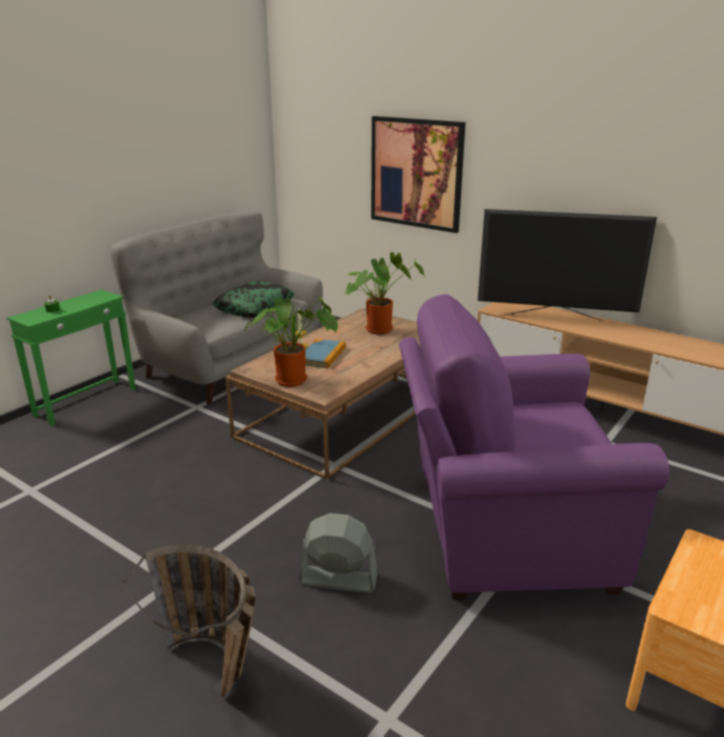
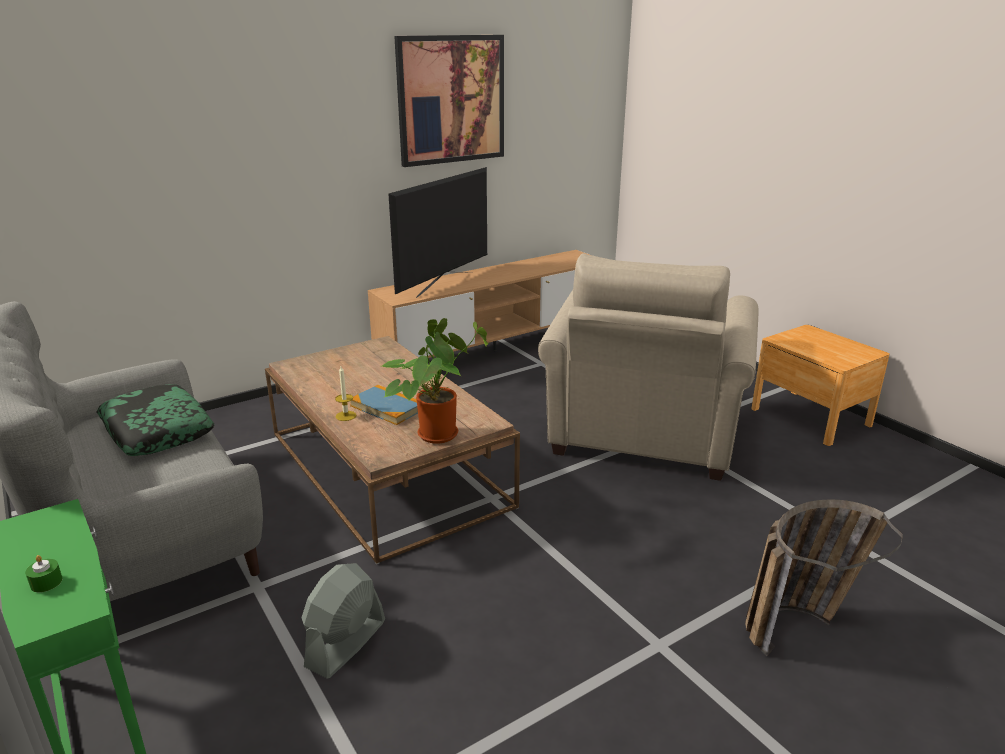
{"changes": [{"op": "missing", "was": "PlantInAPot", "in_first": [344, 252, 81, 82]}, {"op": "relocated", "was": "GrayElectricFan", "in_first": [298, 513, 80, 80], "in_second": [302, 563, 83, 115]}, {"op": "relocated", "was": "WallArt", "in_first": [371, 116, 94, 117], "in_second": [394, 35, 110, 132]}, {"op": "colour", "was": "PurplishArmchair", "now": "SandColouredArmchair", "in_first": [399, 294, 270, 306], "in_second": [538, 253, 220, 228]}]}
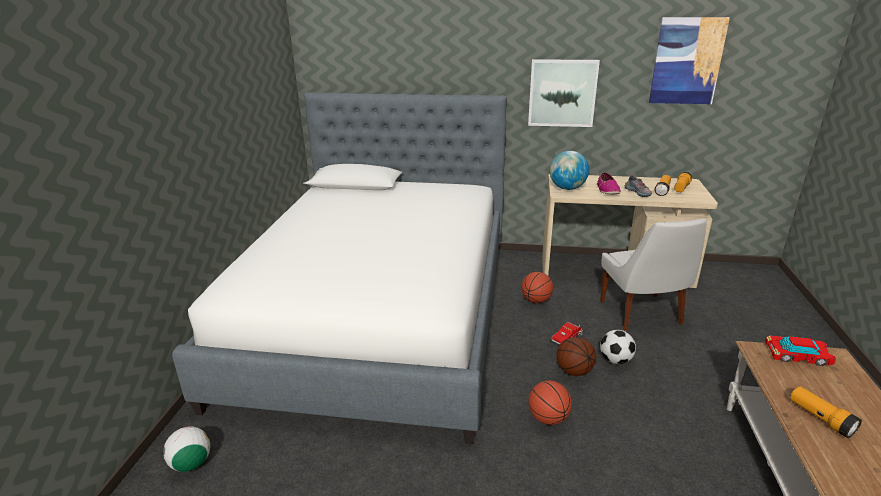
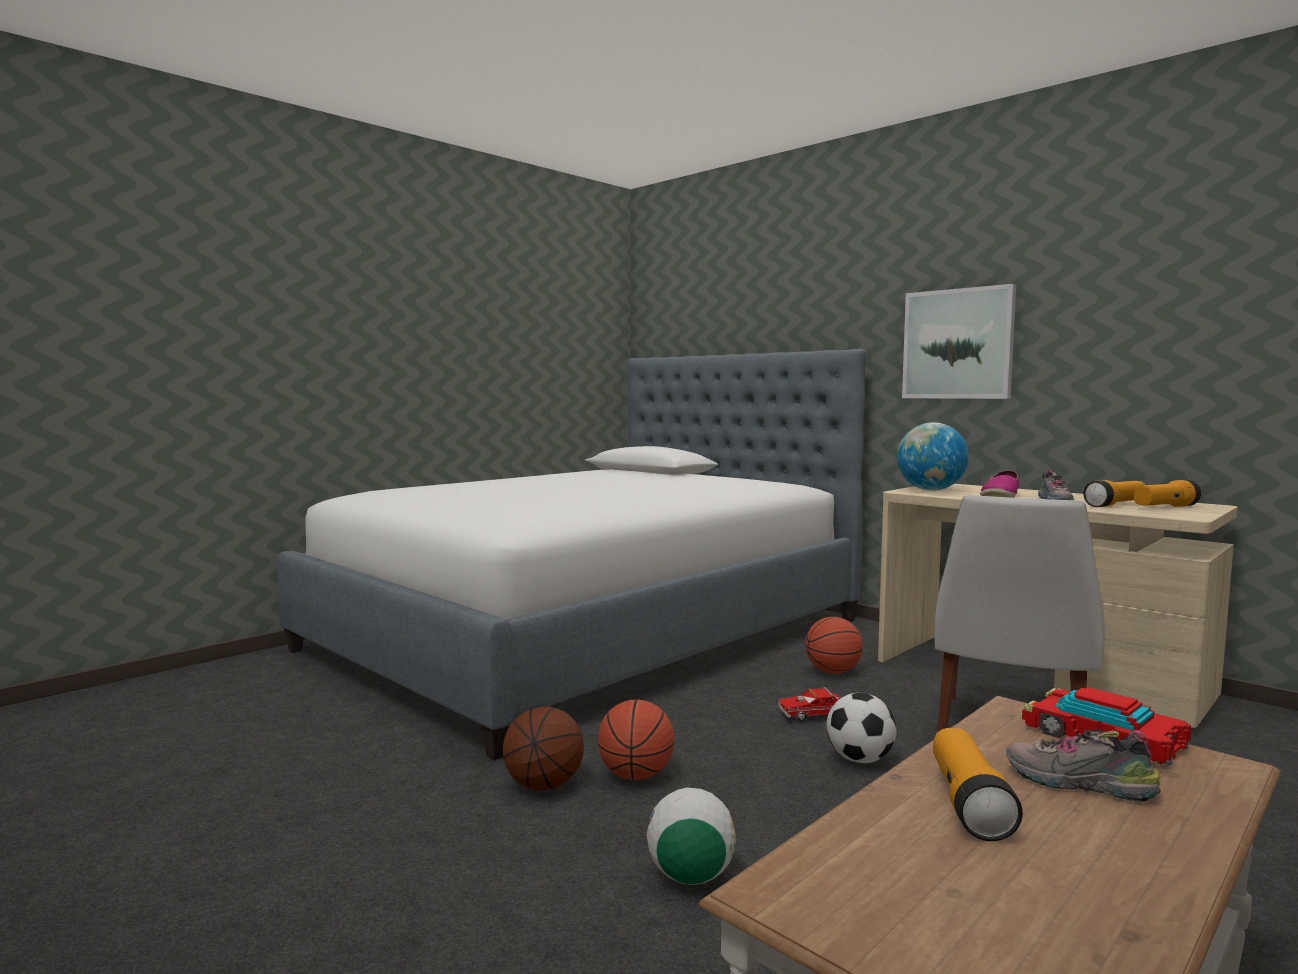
{"changes": [{"op": "missing", "was": "WallArt", "in_first": [649, 17, 81, 87]}, {"op": "appeared", "now": "Shoe", "in_second": [1006, 729, 156, 73]}, {"op": "relocated", "was": "BallForFootball", "in_first": [163, 426, 47, 46], "in_second": [646, 788, 91, 97]}, {"op": "relocated", "was": "Basketball", "in_first": [556, 337, 40, 39], "in_second": [503, 707, 81, 84]}]}
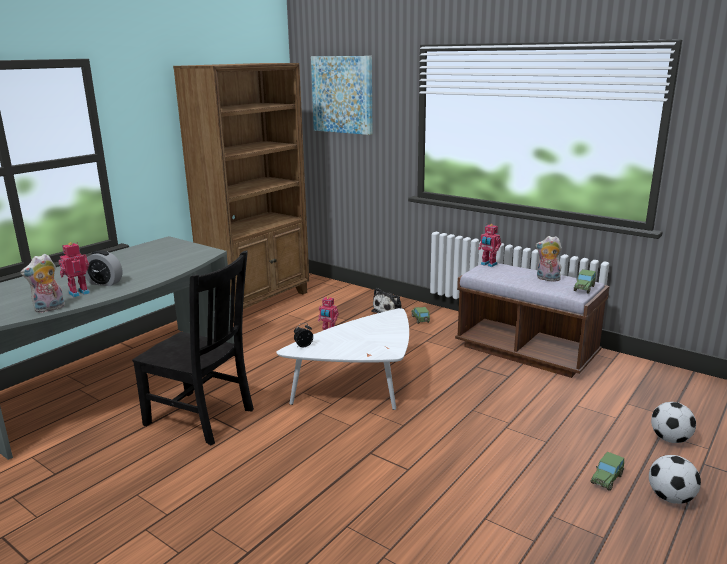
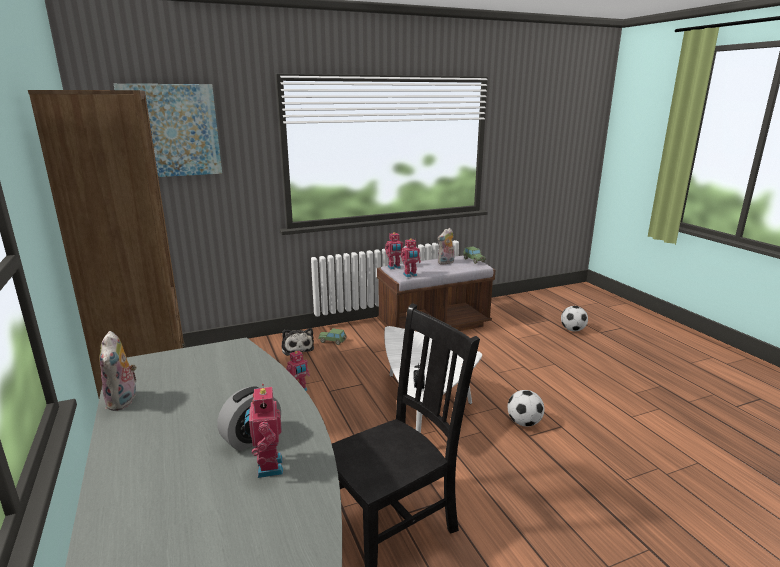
{"changes": [{"op": "missing", "was": "MiniatureCar", "in_first": [590, 451, 34, 40]}, {"op": "appeared", "now": "ToyRobot", "in_second": [401, 238, 20, 39]}, {"op": "relocated", "was": "CuddlyToy", "in_first": [21, 254, 44, 59], "in_second": [100, 331, 37, 80]}, {"op": "relocated", "was": "BallForFootball", "in_first": [649, 455, 52, 49], "in_second": [508, 390, 36, 37]}]}
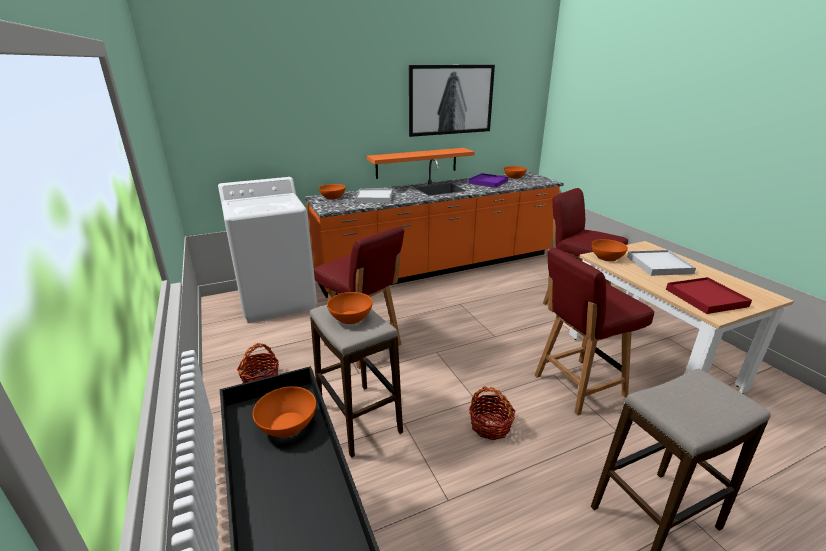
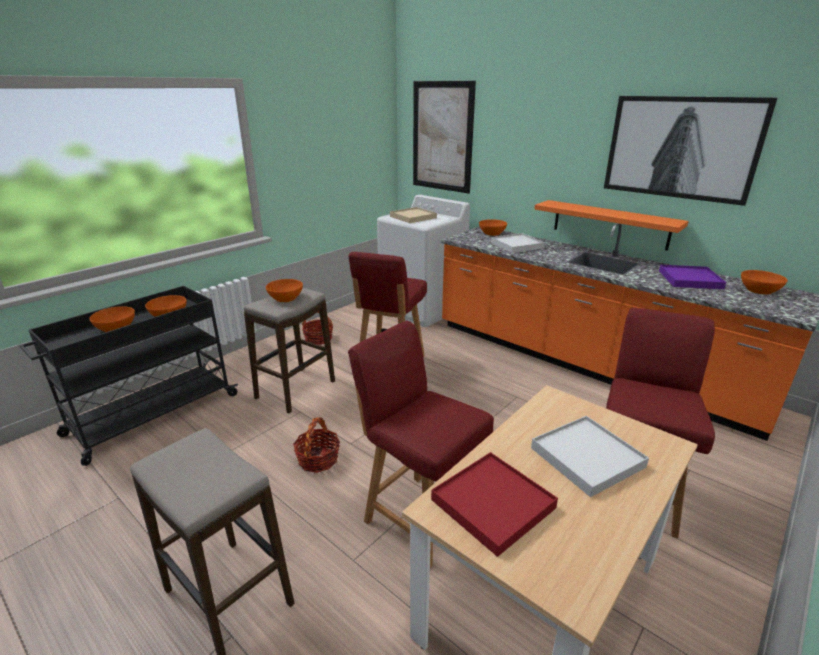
{"changes": [{"op": "appeared", "now": "SandColouredServingTray", "in_second": [390, 207, 47, 16]}, {"op": "appeared", "now": "WallArt", "in_second": [413, 81, 63, 112]}, {"op": "relocated", "was": "OrangeServingBowl", "in_first": [591, 239, 37, 22], "in_second": [89, 306, 46, 26]}]}
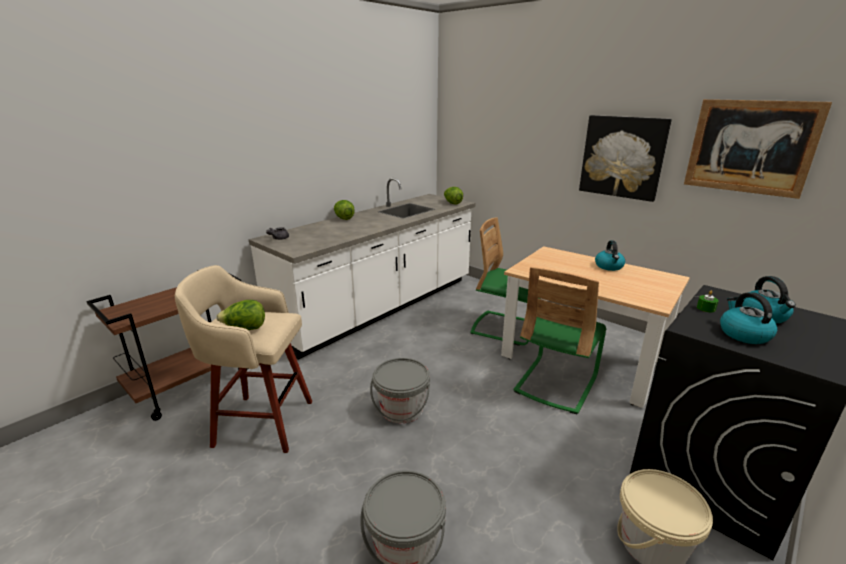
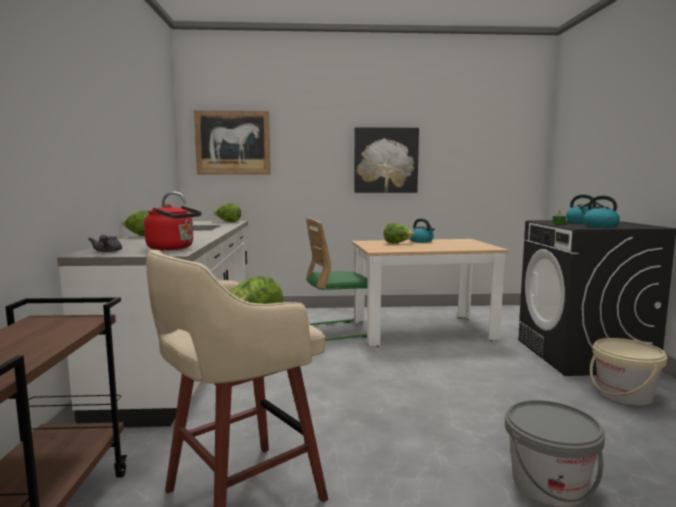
{"changes": [{"op": "missing", "was": "GrayBucket", "in_first": [370, 358, 60, 65]}, {"op": "missing", "was": "GreenColouredPlainChair", "in_first": [513, 267, 93, 147]}, {"op": "appeared", "now": "RedTeaKettle", "in_second": [144, 204, 58, 46]}, {"op": "appeared", "now": "Lettuce", "in_second": [384, 223, 30, 20]}, {"op": "relocated", "was": "WallArt", "in_first": [684, 99, 148, 100], "in_second": [194, 110, 77, 65]}]}
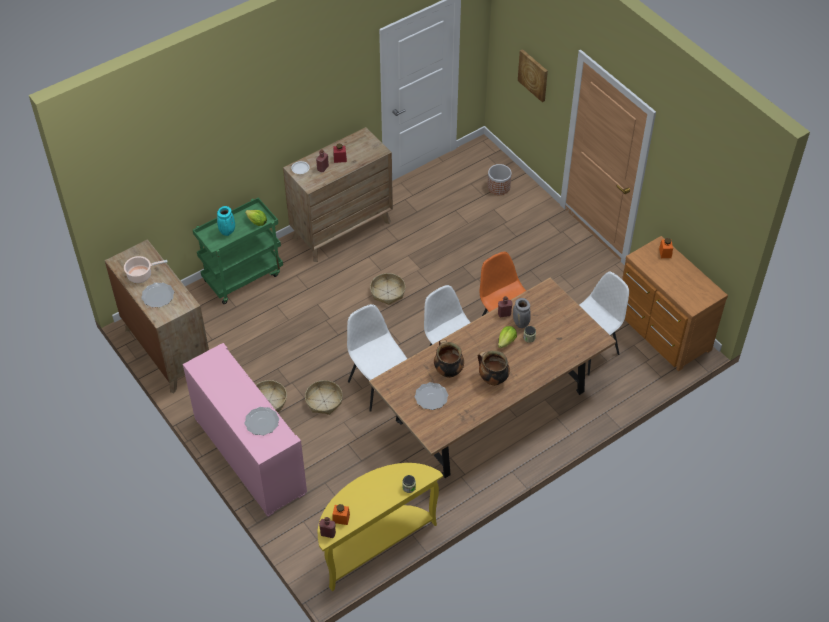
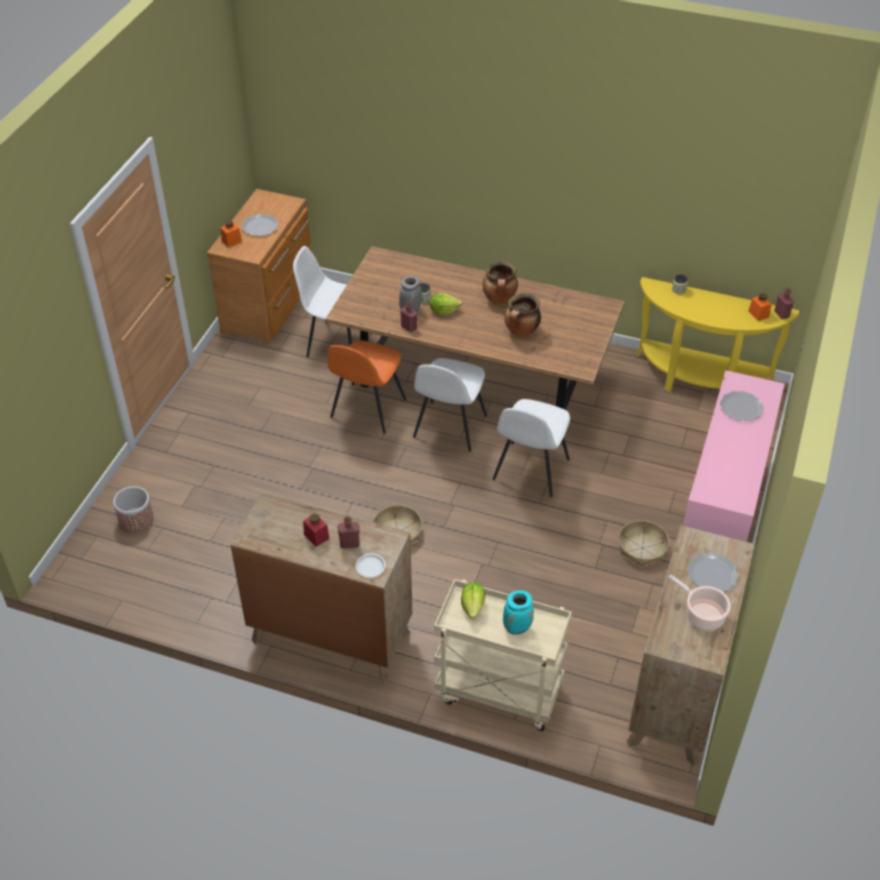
{"changes": [{"op": "missing", "was": "HouseholdBasket", "in_first": [305, 380, 38, 35]}, {"op": "missing", "was": "WallArt", "in_first": [518, 49, 30, 53]}, {"op": "relocated", "was": "Plate", "in_first": [415, 382, 33, 28], "in_second": [241, 214, 38, 22]}, {"op": "colour", "was": "GreenColouredWheeledCart", "now": "SandColouredWheeledCart", "in_first": [193, 198, 90, 106], "in_second": [434, 579, 138, 152]}]}
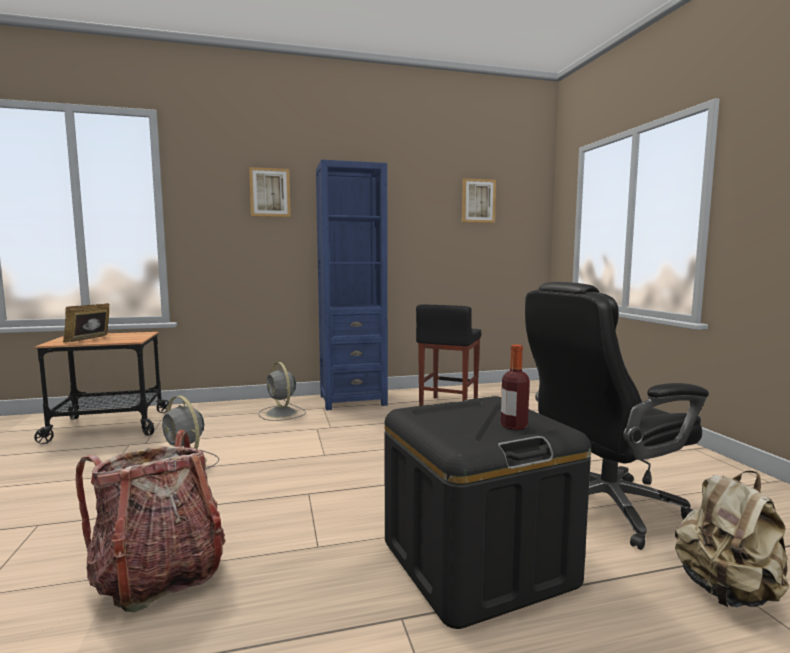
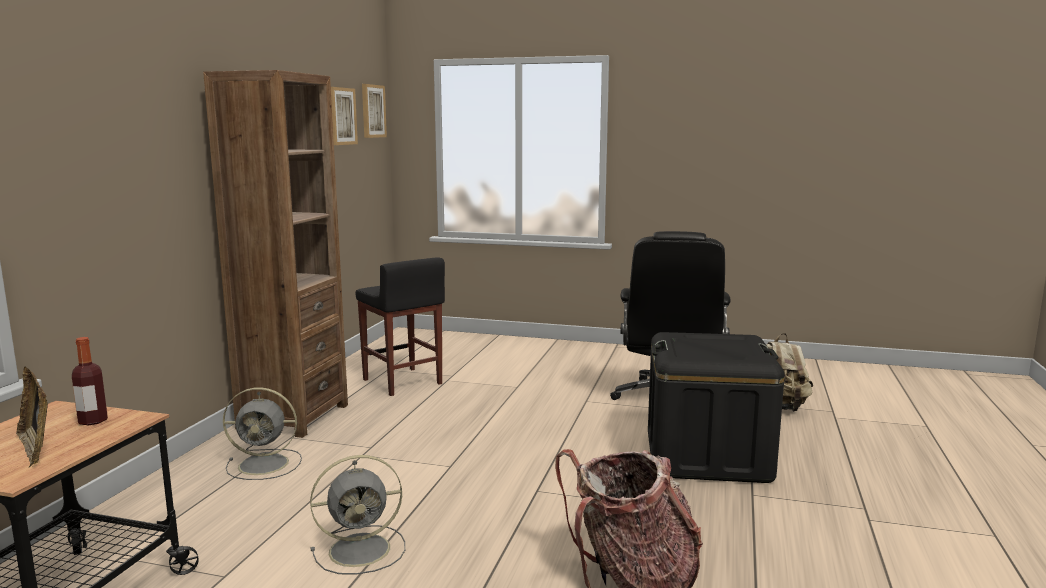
{"changes": [{"op": "relocated", "was": "WallArt", "in_first": [249, 167, 42, 50], "in_second": [362, 84, 25, 54]}, {"op": "relocated", "was": "DrinkBottle", "in_first": [501, 345, 29, 85], "in_second": [72, 337, 36, 88]}, {"op": "colour", "was": "BluishBookcase", "now": "BrownColouredBookcase", "in_first": [316, 160, 72, 250], "in_second": [203, 70, 145, 368]}]}
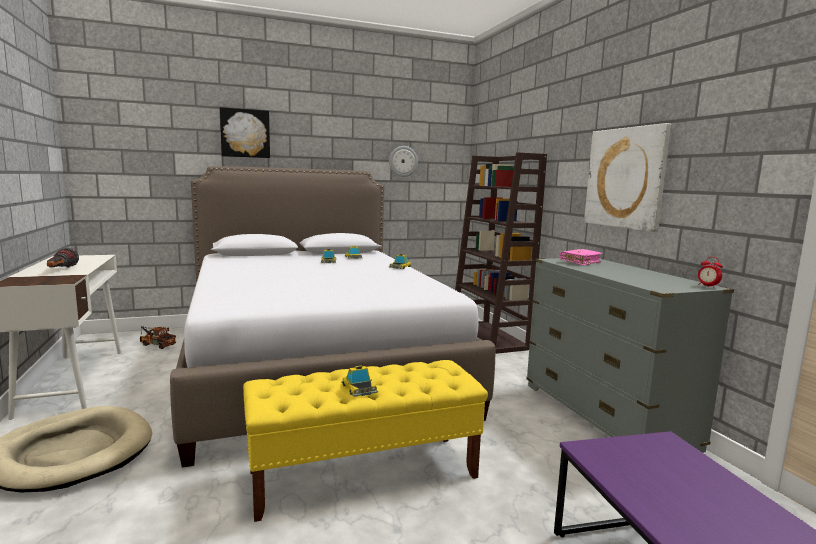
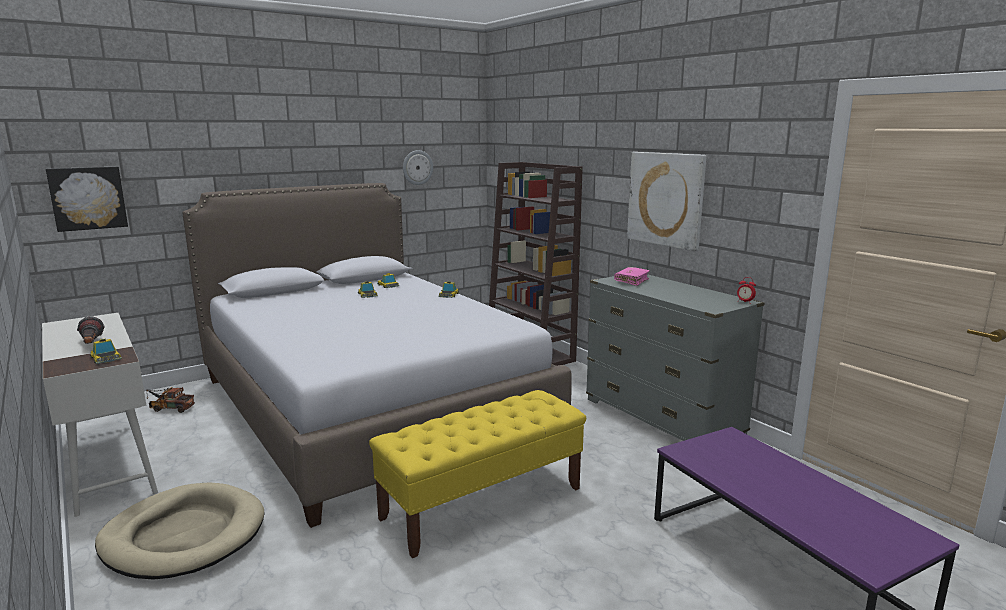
{"changes": [{"op": "relocated", "was": "WallArt", "in_first": [220, 107, 50, 51], "in_second": [46, 166, 82, 66]}, {"op": "relocated", "was": "MiniatureCar", "in_first": [341, 366, 37, 31], "in_second": [90, 339, 32, 25]}]}
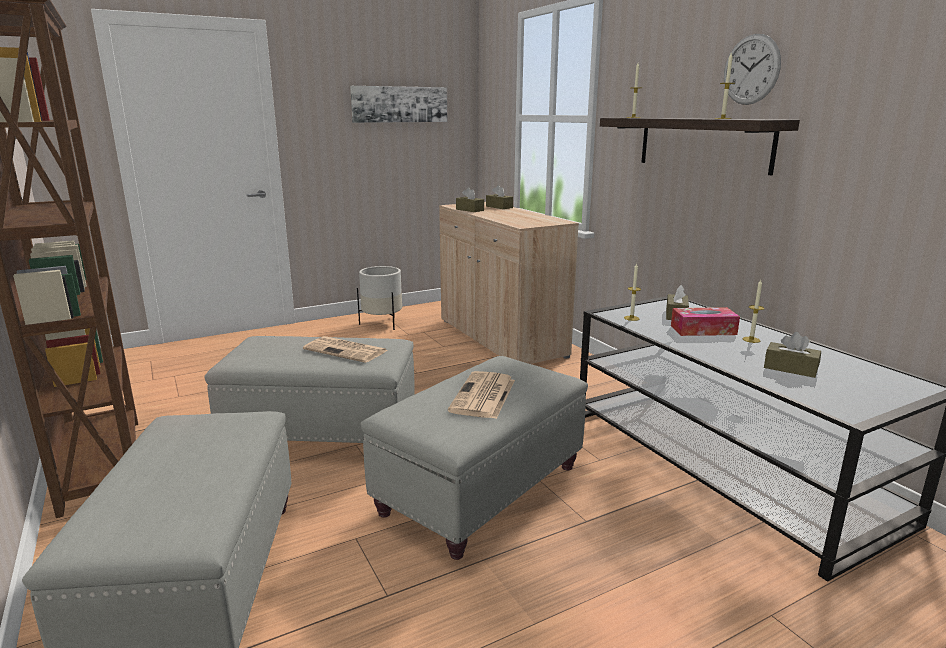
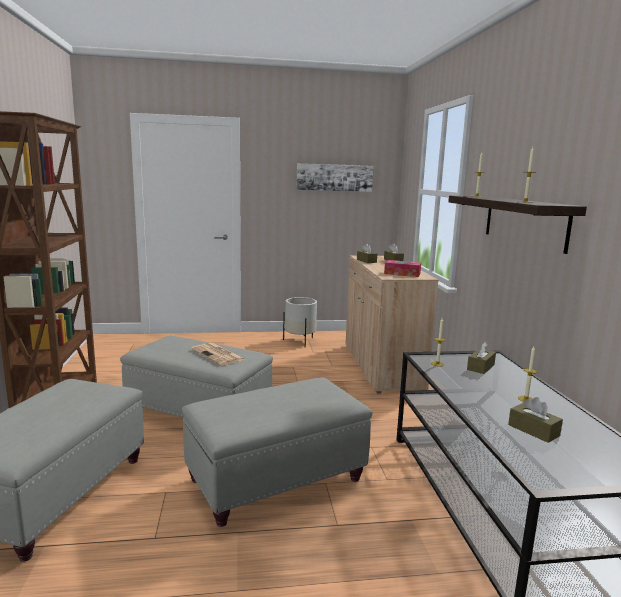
{"changes": [{"op": "missing", "was": "DailyPaper", "in_first": [448, 371, 67, 48]}, {"op": "missing", "was": "HangingClock", "in_first": [724, 34, 57, 71]}, {"op": "relocated", "was": "TissueHolder", "in_first": [671, 307, 69, 29], "in_second": [384, 260, 37, 17]}]}
